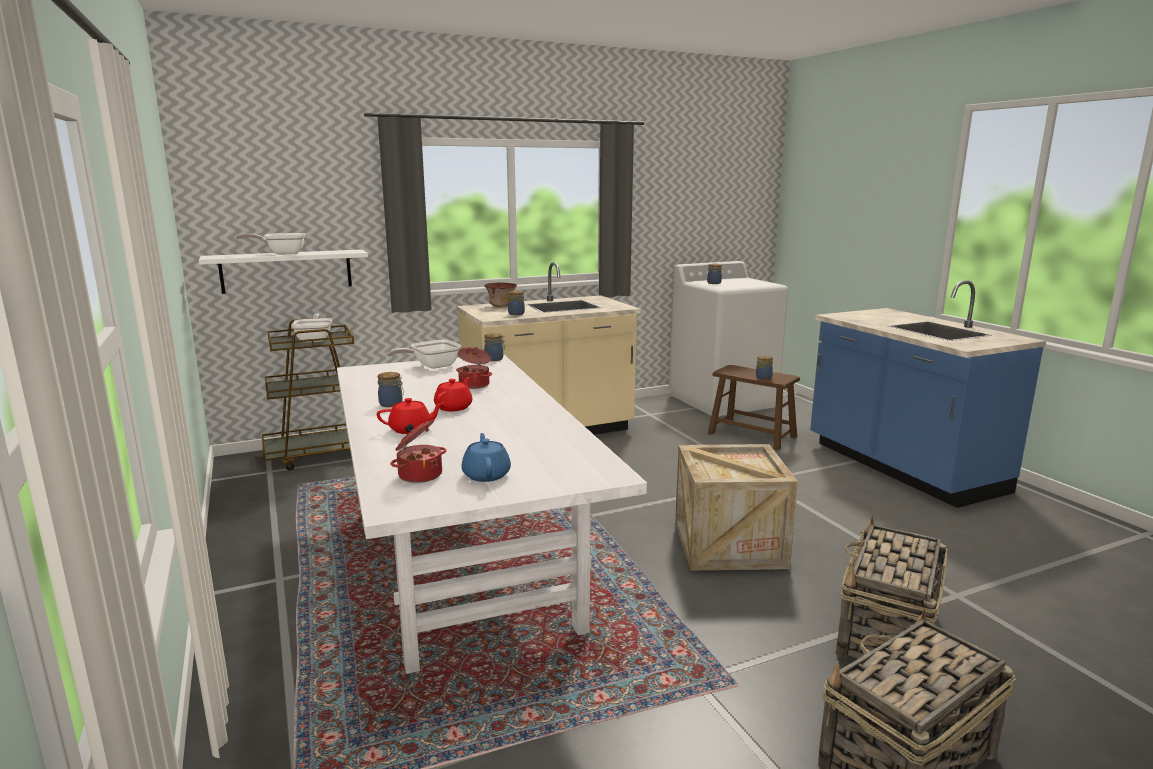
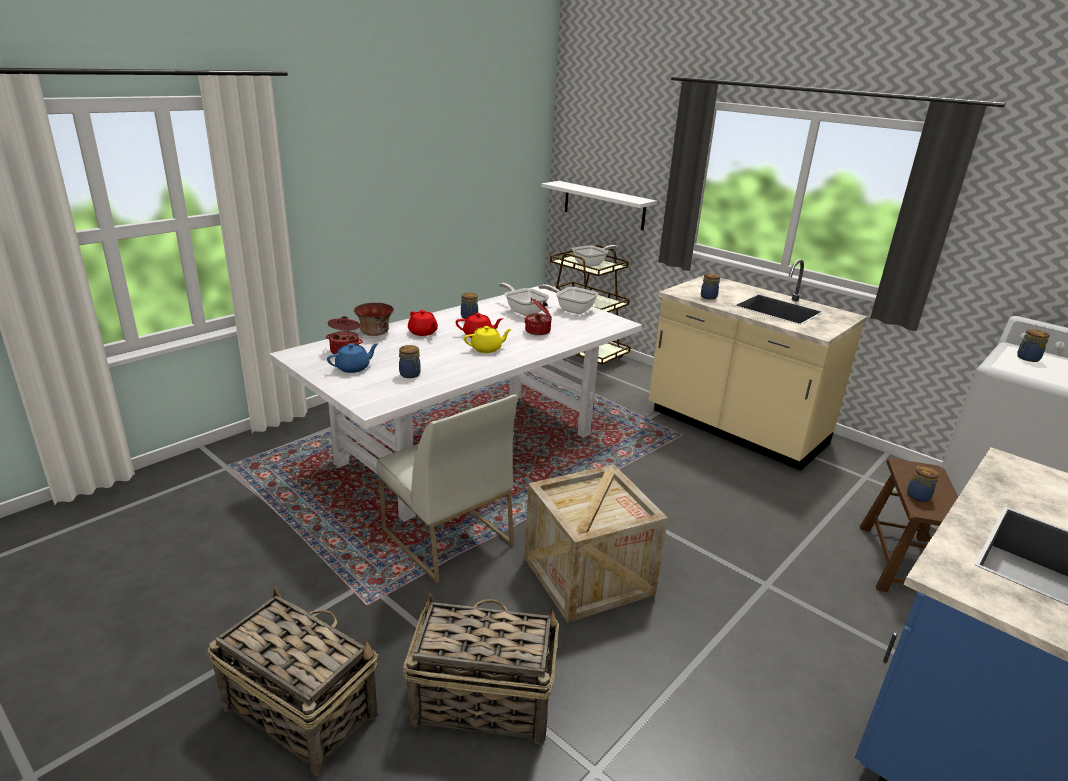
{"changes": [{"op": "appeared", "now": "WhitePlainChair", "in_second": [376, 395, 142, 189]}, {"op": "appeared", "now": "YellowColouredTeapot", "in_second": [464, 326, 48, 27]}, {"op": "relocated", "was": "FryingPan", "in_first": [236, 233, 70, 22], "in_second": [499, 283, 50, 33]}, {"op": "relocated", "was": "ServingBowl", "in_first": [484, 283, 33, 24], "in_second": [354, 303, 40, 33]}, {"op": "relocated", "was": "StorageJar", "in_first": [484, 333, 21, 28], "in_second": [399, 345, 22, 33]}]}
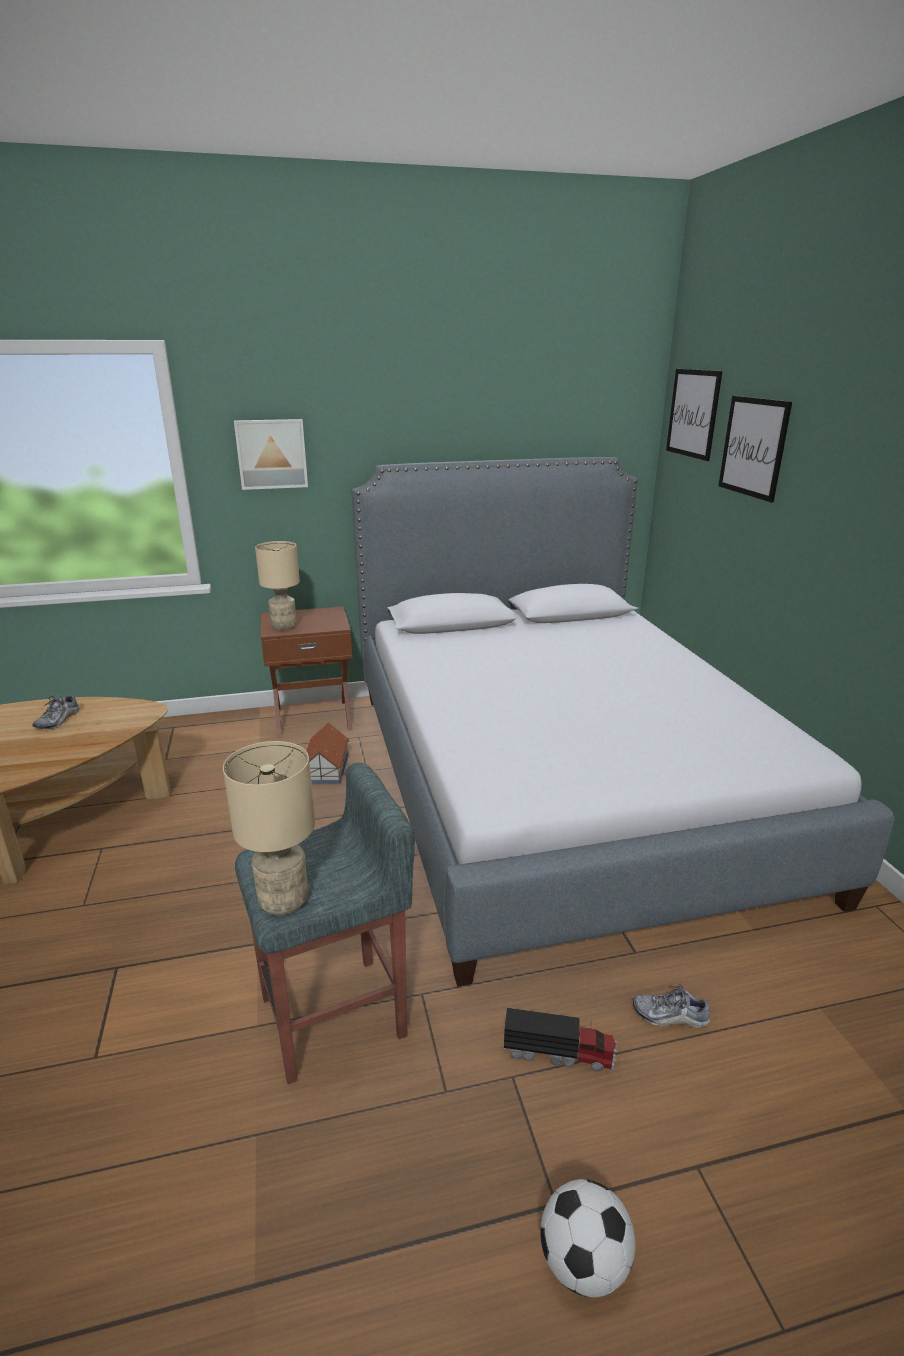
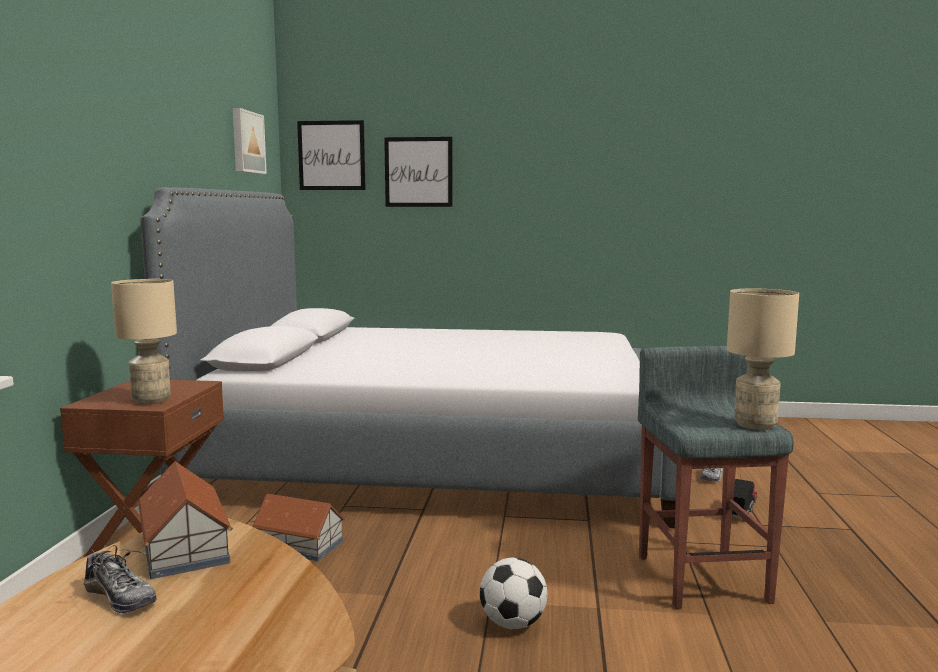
{"changes": [{"op": "appeared", "now": "ToyHouse", "in_second": [136, 461, 97, 118]}, {"op": "relocated", "was": "WallArt", "in_first": [234, 419, 74, 71], "in_second": [233, 108, 34, 66]}, {"op": "relocated", "was": "BallForFootball", "in_first": [540, 1179, 95, 119], "in_second": [480, 558, 68, 71]}]}
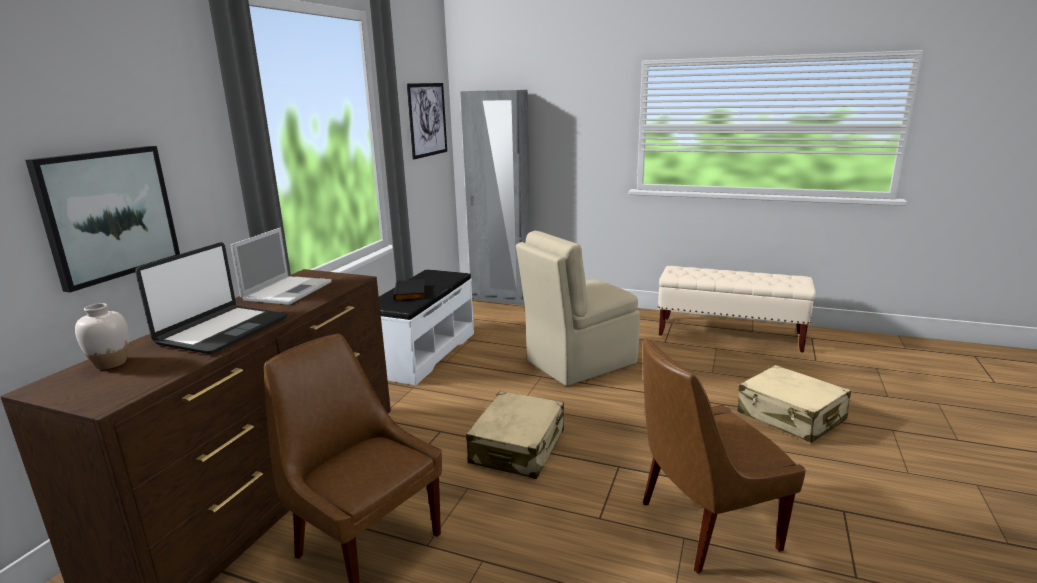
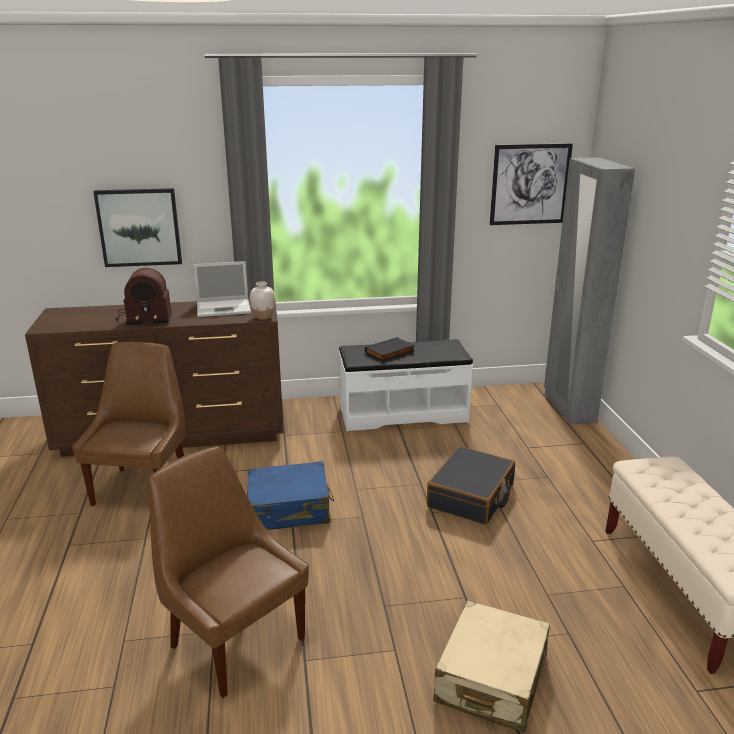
{"changes": [{"op": "relocated", "was": "WhiteFlowerVase", "in_first": [75, 303, 54, 66], "in_second": [250, 281, 25, 39]}, {"op": "exchanged", "was": "Laptop", "now": "Radio", "in_first": [135, 242, 152, 112], "in_second": [115, 268, 57, 57]}, {"op": "exchanged", "was": "SandColouredPlainChair", "now": "BlackishSuitcase", "in_first": [516, 230, 124, 156], "in_second": [427, 446, 88, 79]}, {"op": "colour", "was": "SandColouredSuitcase", "now": "BluishSuitcase", "in_first": [466, 391, 98, 88], "in_second": [247, 461, 87, 69]}]}
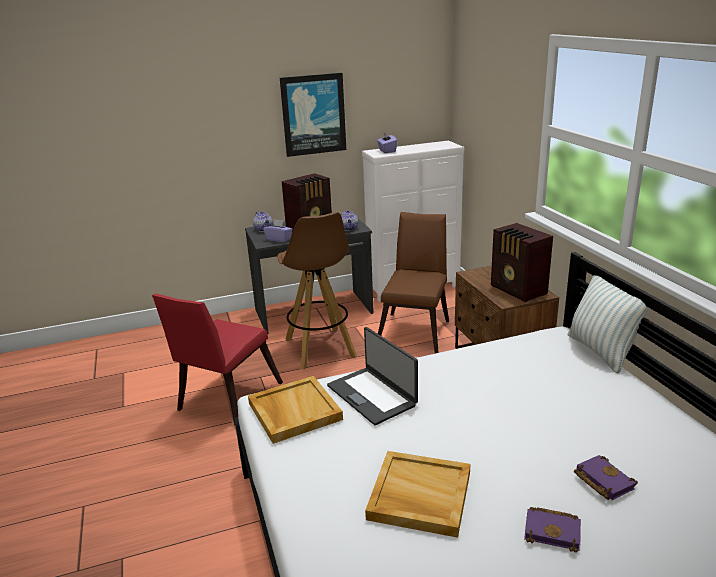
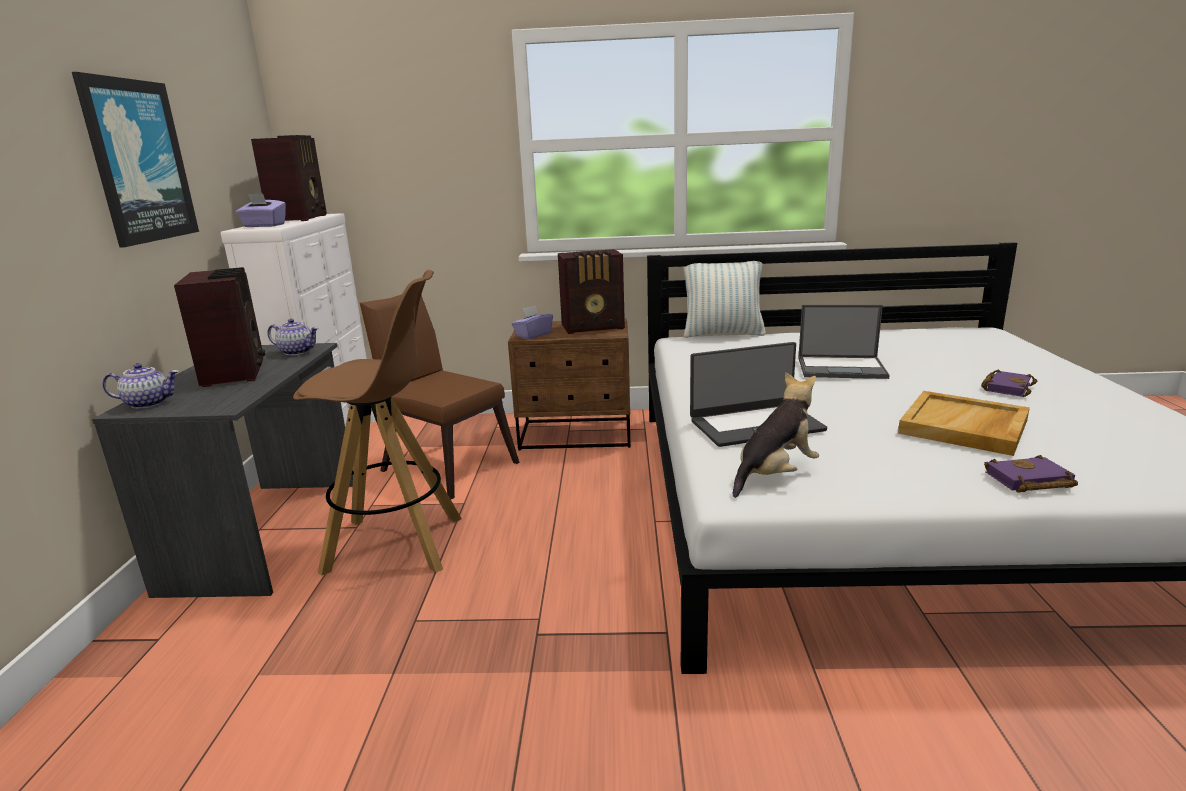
{"changes": [{"op": "missing", "was": "RedPlainChair", "in_first": [152, 294, 131, 131]}, {"op": "appeared", "now": "Radio", "in_second": [251, 135, 76, 86]}, {"op": "appeared", "now": "Laptop", "in_second": [798, 305, 92, 74]}, {"op": "relocated", "was": "PurplishTissueHolder", "in_first": [263, 219, 30, 23], "in_second": [512, 305, 41, 34]}, {"op": "relocated", "was": "PurplishBoundBook", "in_first": [574, 455, 64, 45], "in_second": [984, 455, 94, 38]}, {"op": "exchanged", "was": "SandColouredServingTray", "now": "CuddlyToy", "in_first": [248, 376, 95, 68], "in_second": [733, 372, 86, 126]}]}
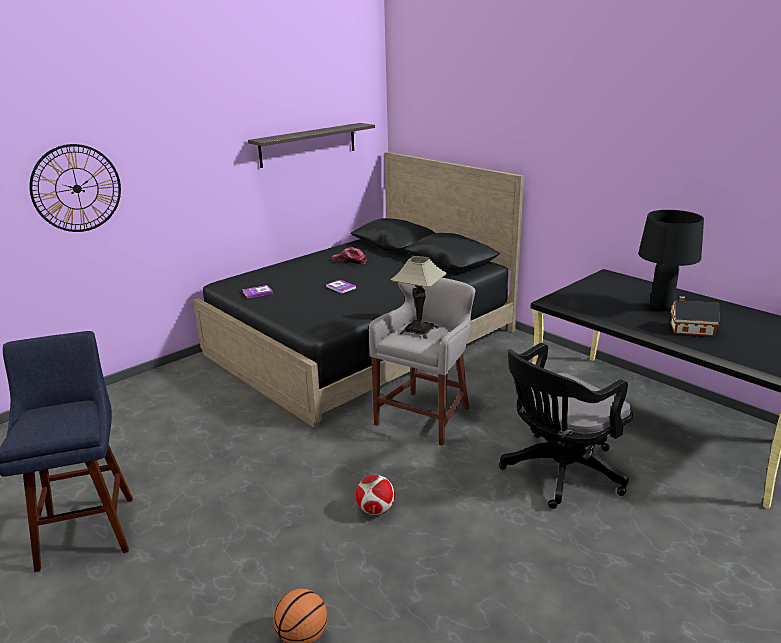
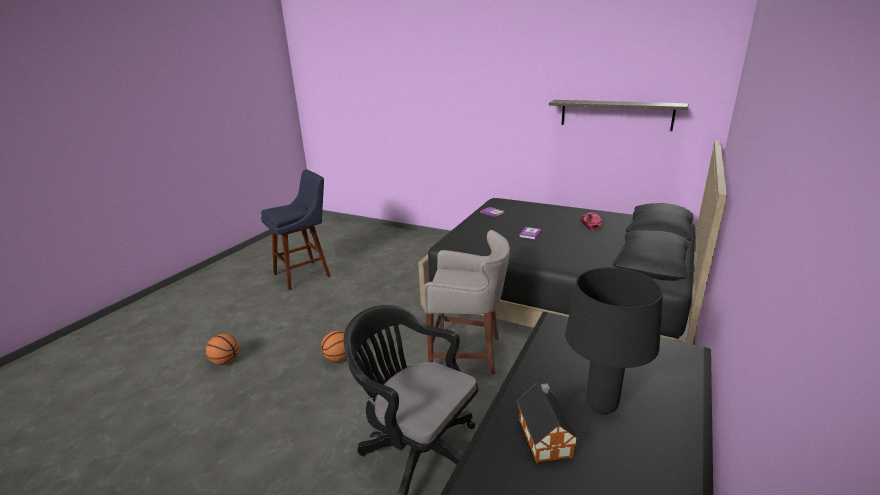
{"changes": [{"op": "missing", "was": "HangingClock", "in_first": [29, 144, 92, 88]}, {"op": "missing", "was": "TabletopLamp", "in_first": [390, 256, 57, 83]}, {"op": "exchanged", "was": "BallForFootball", "now": "Basketball", "in_first": [356, 475, 39, 40], "in_second": [321, 331, 26, 31]}]}
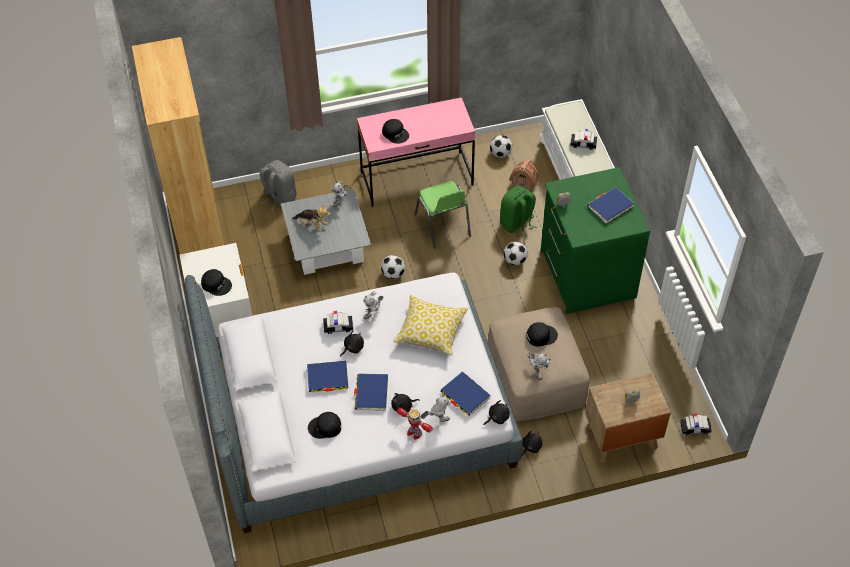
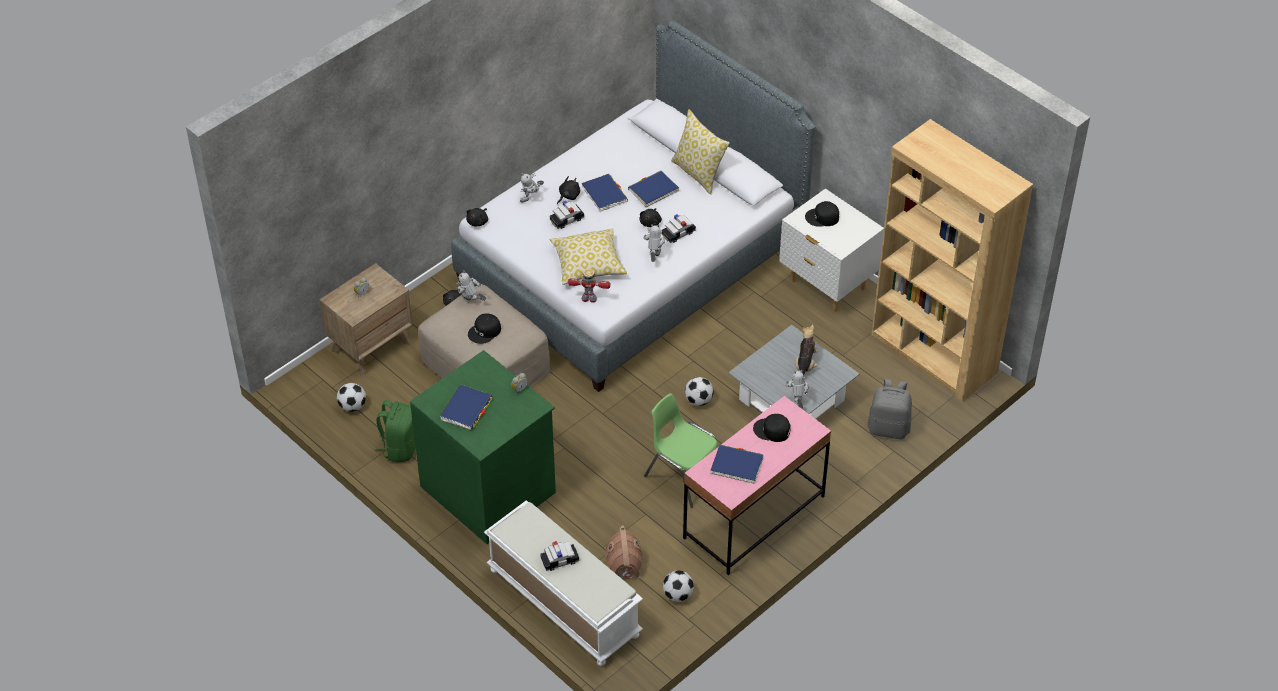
{"changes": [{"op": "missing", "was": "BlackishBaseballCap", "in_first": [308, 412, 33, 27]}, {"op": "appeared", "now": "Cushion", "in_second": [671, 109, 59, 86]}, {"op": "relocated", "was": "ToyRobot", "in_first": [397, 408, 36, 32], "in_second": [568, 269, 43, 34]}, {"op": "relocated", "was": "BluishBoundBook", "in_first": [441, 371, 50, 45], "in_second": [710, 445, 54, 39]}, {"op": "relocated", "was": "GreenColouredBackpack", "in_first": [500, 185, 37, 52], "in_second": [374, 400, 42, 62]}, {"op": "relocated", "was": "BallForFootball", "in_first": [504, 242, 24, 23], "in_second": [337, 383, 29, 29]}, {"op": "relocated", "was": "MiniatureCar", "in_first": [680, 413, 32, 22], "in_second": [550, 200, 34, 29]}, {"op": "spun", "was": "CuddlyToy", "in_first": [292, 204, 39, 28], "in_second": [795, 324, 23, 51], "clockwise": 105}]}
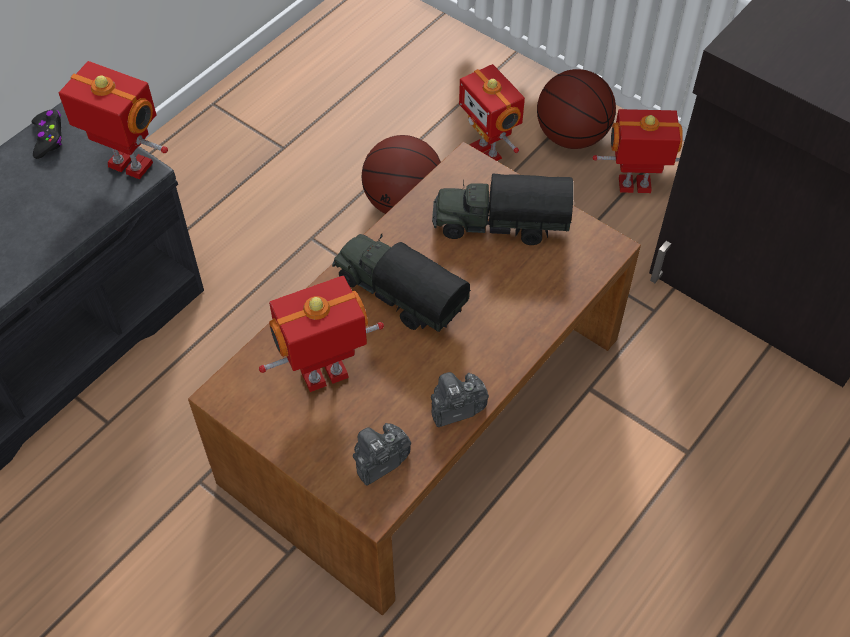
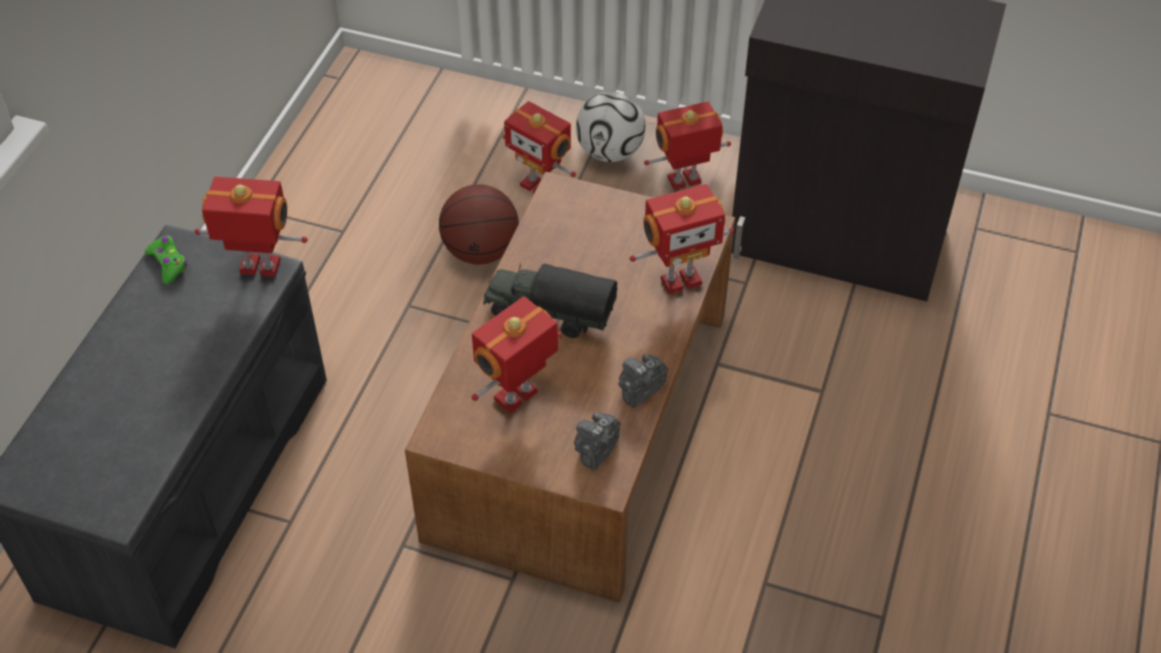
{"changes": [{"op": "missing", "was": "ToyLorry", "in_first": [432, 174, 141, 71]}, {"op": "appeared", "now": "ToyRobot", "in_second": [630, 184, 104, 110]}, {"op": "exchanged", "was": "Basketball", "now": "BallForFootball", "in_first": [537, 69, 79, 80], "in_second": [576, 92, 69, 70]}, {"op": "colour", "was": "BlackishGameController", "now": "GreenColouredGameController", "in_first": [32, 109, 30, 50], "in_second": [145, 235, 42, 50]}]}
